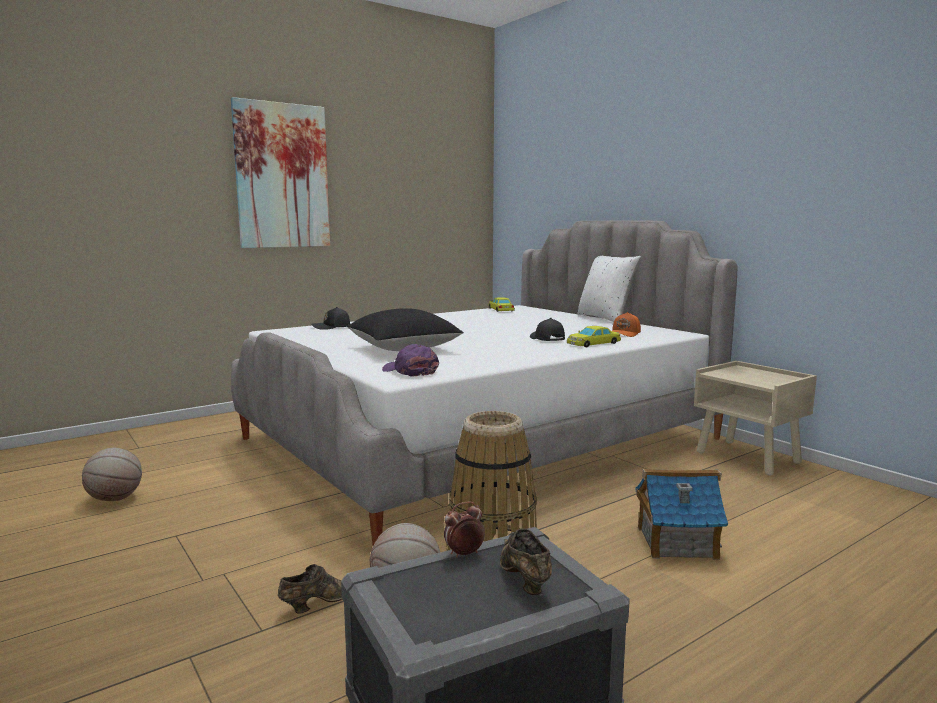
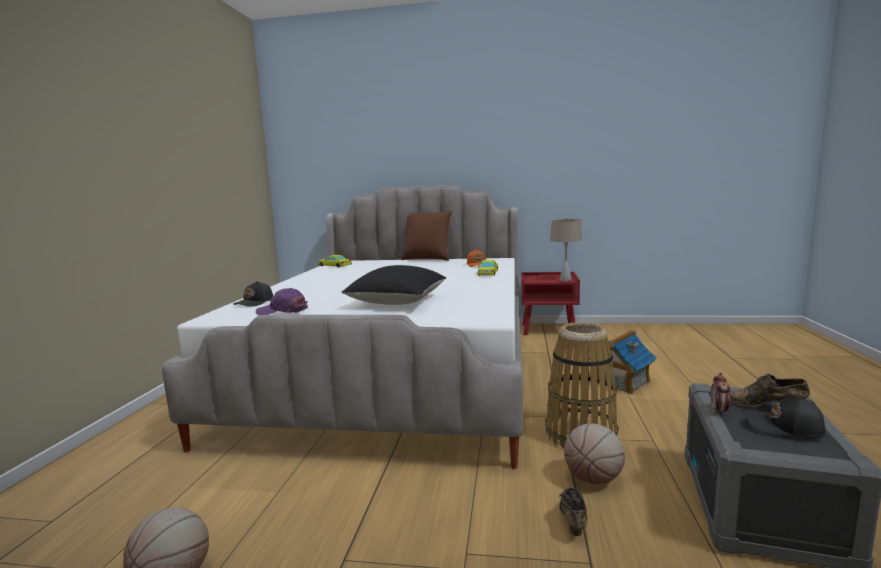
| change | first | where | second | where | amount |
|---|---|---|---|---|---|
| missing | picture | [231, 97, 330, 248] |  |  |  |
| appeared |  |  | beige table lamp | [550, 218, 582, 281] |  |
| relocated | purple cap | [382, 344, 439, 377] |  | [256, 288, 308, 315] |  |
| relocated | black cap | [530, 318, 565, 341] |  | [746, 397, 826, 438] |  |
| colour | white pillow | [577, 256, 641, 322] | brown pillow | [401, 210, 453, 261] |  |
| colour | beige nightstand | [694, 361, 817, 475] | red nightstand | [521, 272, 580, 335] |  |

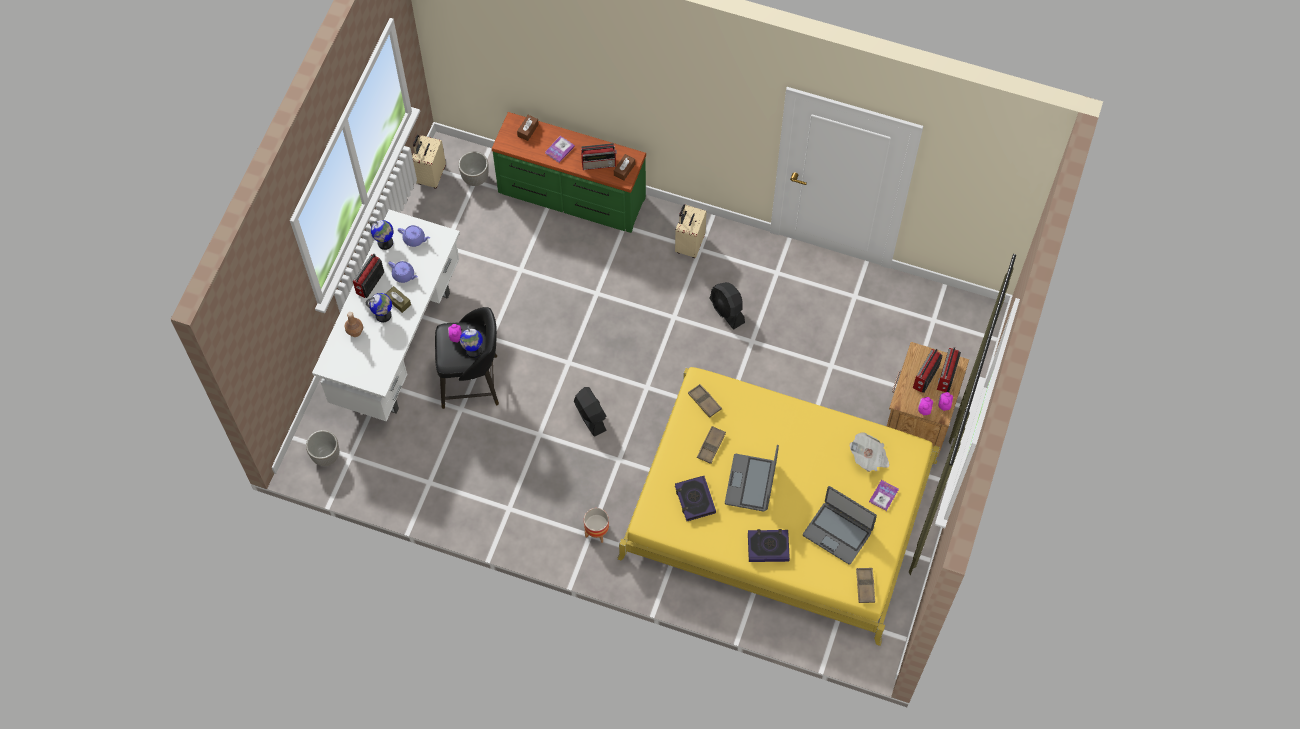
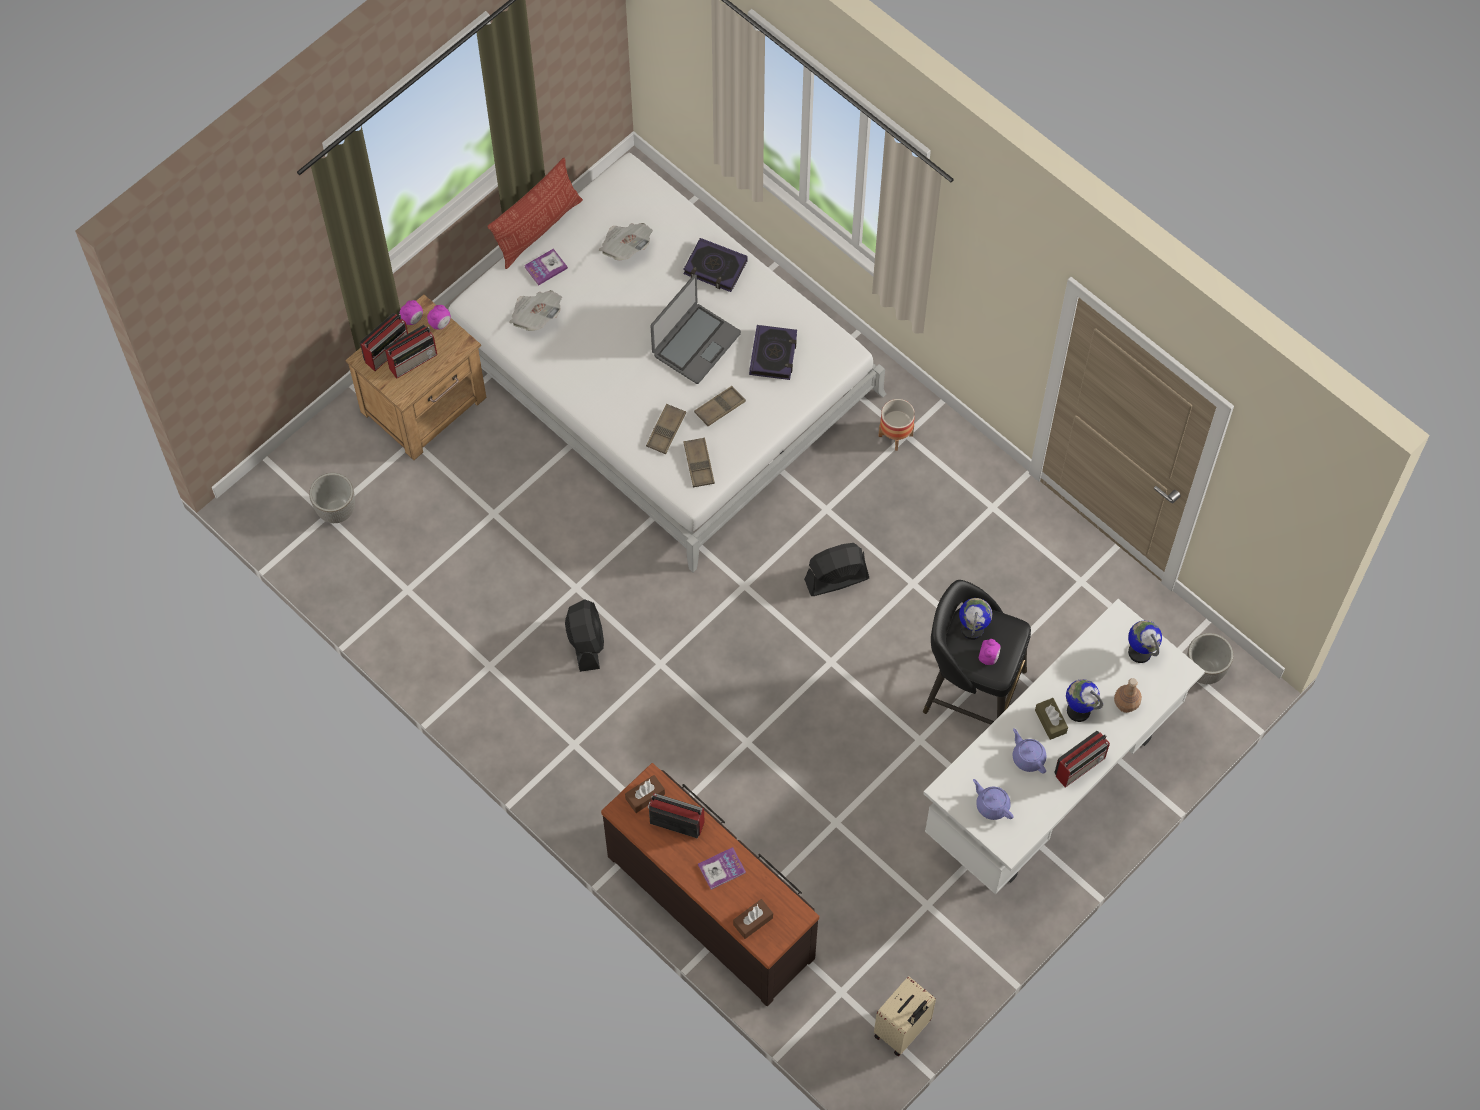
| change | first | where | second | where | amount |
|---|---|---|---|---|---|
| missing | beige suitcase | [675, 205, 707, 258] |  |  |  |
| appeared |  |  | pillow | [488, 158, 583, 269] |  |
| relocated | globe | [370, 220, 394, 250] |  | [1128, 621, 1162, 663] |  |
| relocated | planter | [458, 151, 489, 186] |  | [309, 473, 355, 523] |  |
| relocated | brown tray | [856, 568, 875, 603] |  | [646, 404, 686, 454] |  |
| exchanged | laptop | [803, 486, 877, 564] | newspaper | [599, 223, 653, 260] |  |
| colour | green dresser | [492, 112, 646, 233] | brown dresser | [601, 763, 819, 1006] |  |
| colour | yellow bed | [617, 367, 940, 646] | white bed | [448, 153, 887, 572] |  |
| spun | black fan | [574, 387, 607, 437] |  | [804, 543, 869, 596] | 75 degrees clockwise |

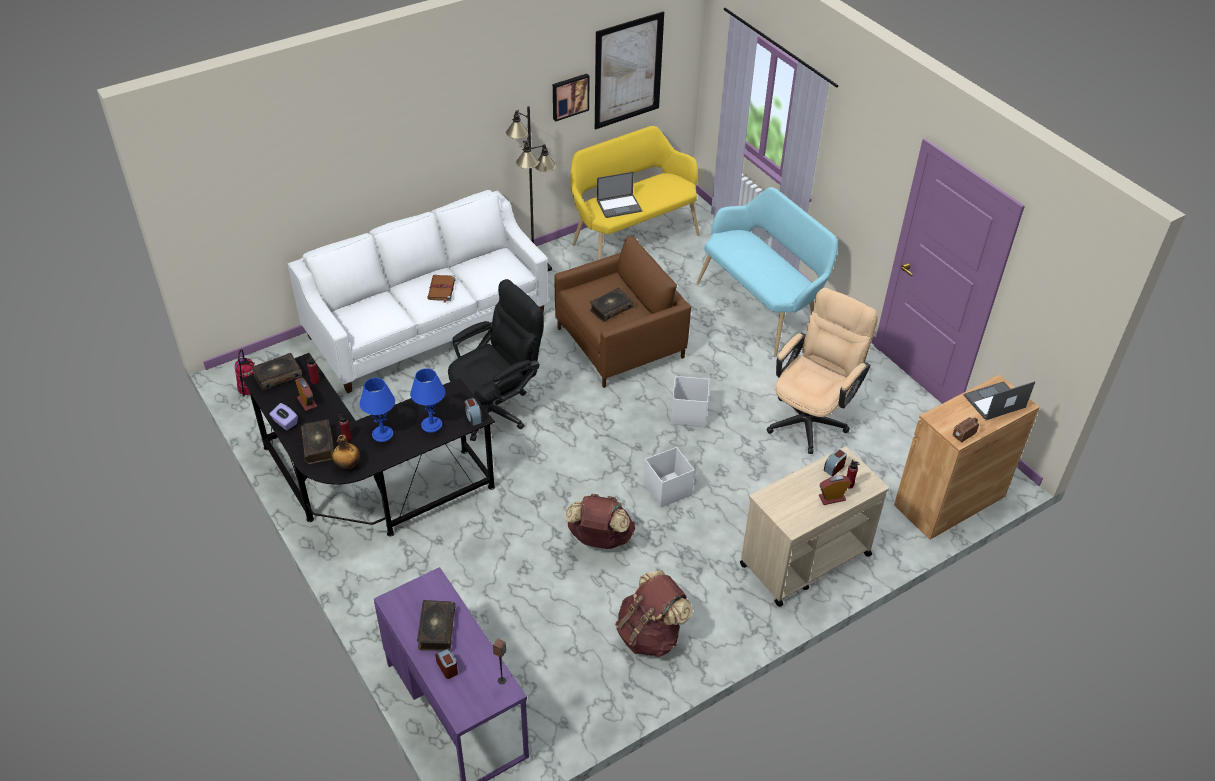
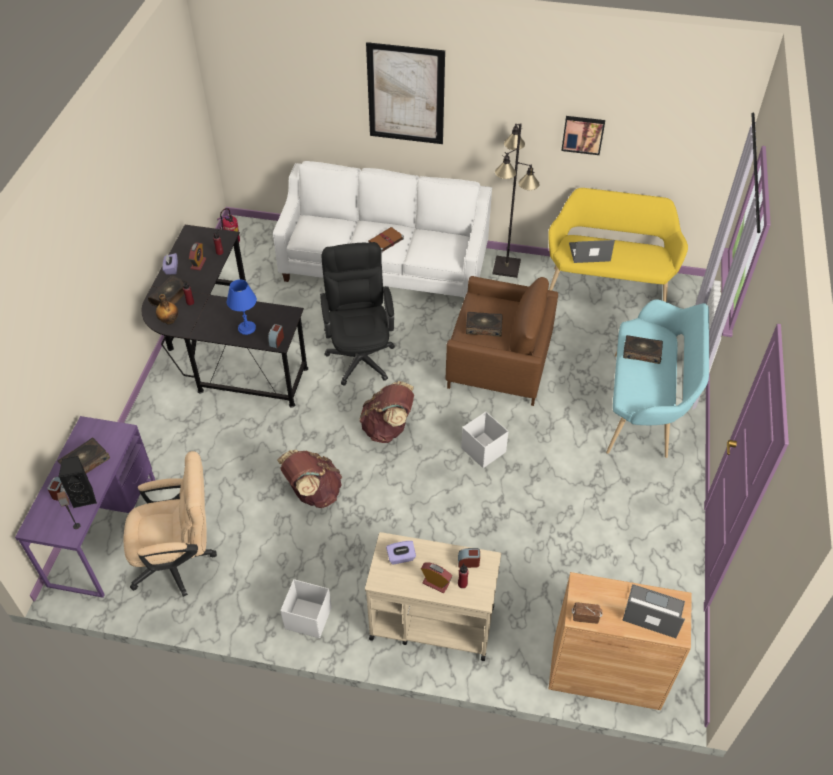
| change | first | where | second | where | amount |
|---|---|---|---|---|---|
| missing | blue table lamp | [360, 378, 395, 442] |  |  |  |
| appeared |  |  | black speaker | [58, 456, 97, 508] |  |
| appeared |  |  | purple tissue box | [386, 541, 416, 565] |  |
| relocated | book | [252, 353, 302, 390] |  | [623, 335, 663, 364] |  |
| relocated | picture | [595, 11, 664, 130] |  | [366, 42, 445, 144] |  |
| relocated | brown backpack | [615, 570, 693, 657] |  | [359, 381, 414, 443] |  |
| relocated | white storage box | [644, 447, 695, 508] |  | [280, 579, 332, 639] |  |
| relocated | beige office chair | [766, 288, 878, 454] |  | [124, 451, 217, 597] |  |
| spun | black office chair | [448, 279, 544, 441] |  | [320, 242, 395, 386] | 105 degrees counterclockwise |
| spun | laptop | [597, 172, 642, 218] |  | [569, 240, 615, 263] | 150 degrees clockwise |

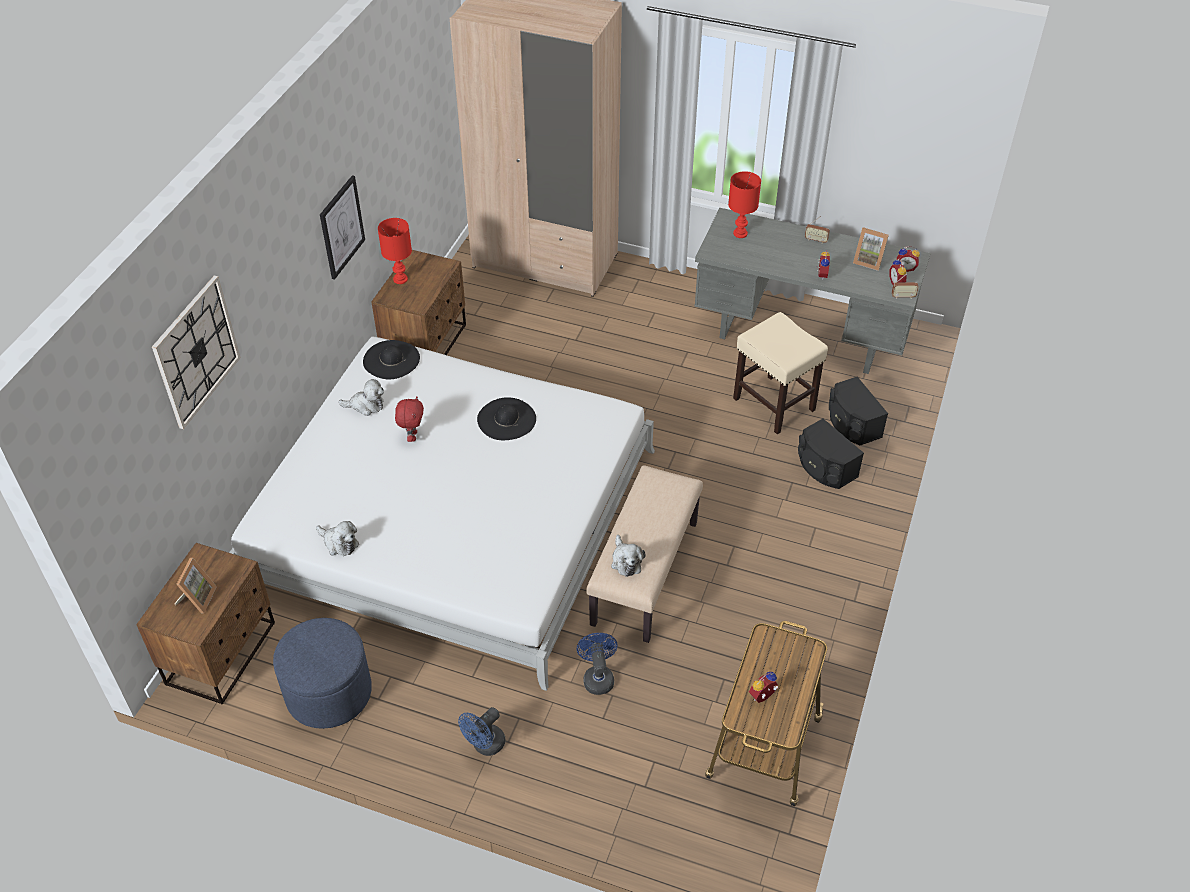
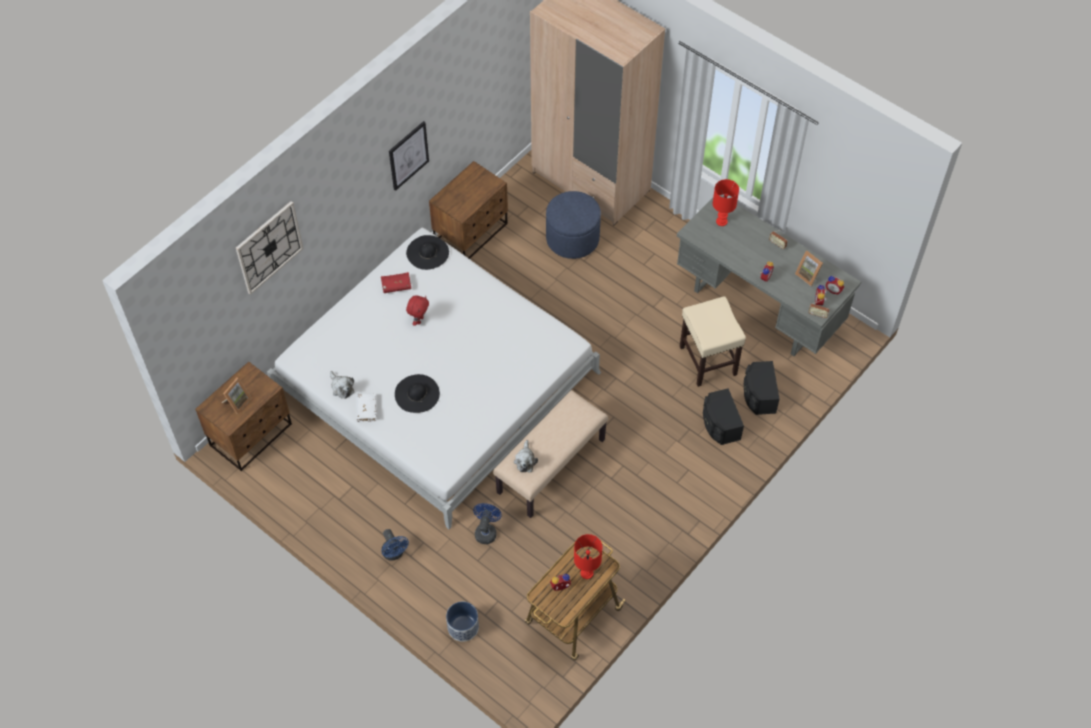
| change | first | where | second | where | amount |
|---|---|---|---|---|---|
| appeared |  |  | white book | [356, 393, 377, 422] |  |
| appeared |  |  | planter | [446, 601, 479, 642] |  |
| relocated | blue ottoman | [273, 618, 372, 729] |  | [546, 191, 601, 259] |  |
| relocated | red table lamp | [378, 218, 412, 284] |  | [574, 534, 602, 579] |  |
| relocated | black hat | [477, 397, 536, 440] |  | [395, 374, 440, 413] |  |
| exchanged | plush toy | [338, 379, 384, 416] | red book | [381, 272, 411, 293] |  |
| spun | blue fan | [458, 707, 506, 756] |  | [381, 529, 409, 561] | 90 degrees counterclockwise |

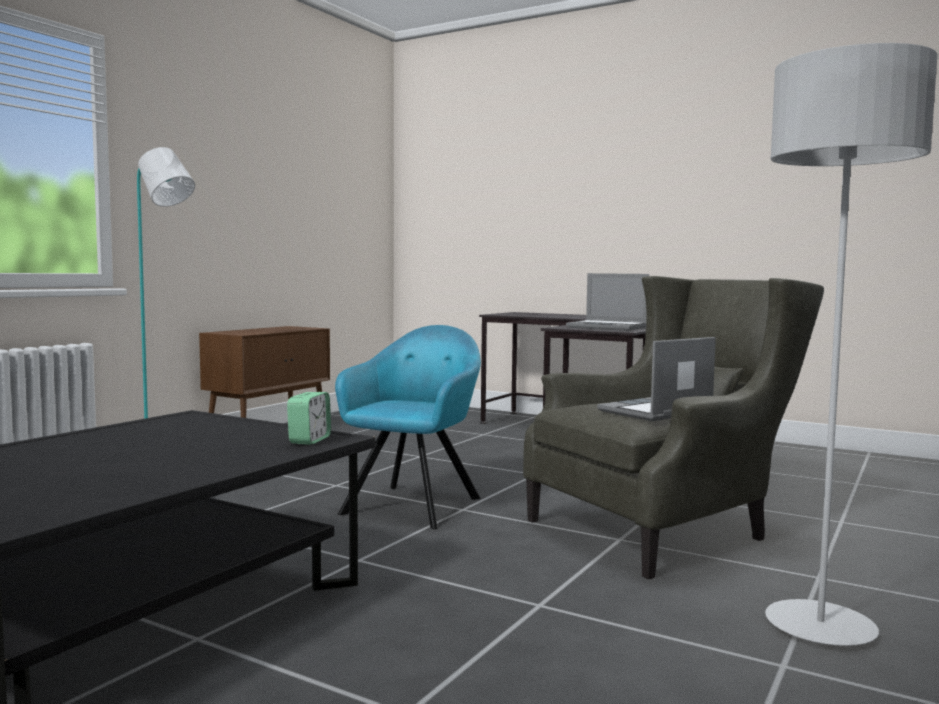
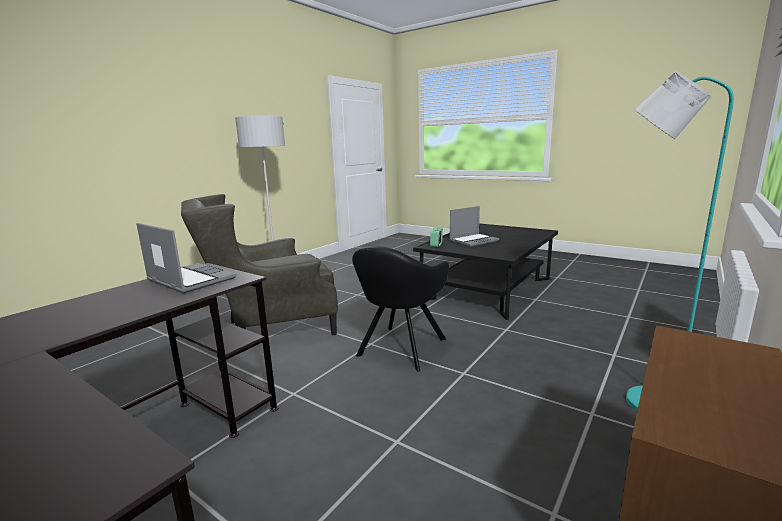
| change | first | where | second | where | amount |
|---|---|---|---|---|---|
| relocated | laptop | [597, 337, 716, 421] |  | [450, 206, 499, 247] |  |
| colour | turquoise armchair | [335, 325, 481, 529] | black armchair | [352, 246, 449, 371] |  |

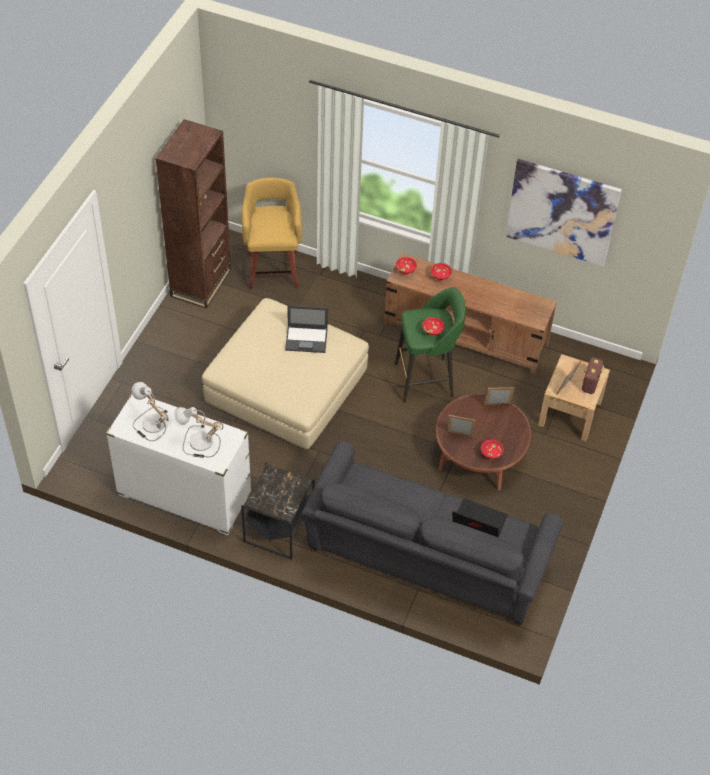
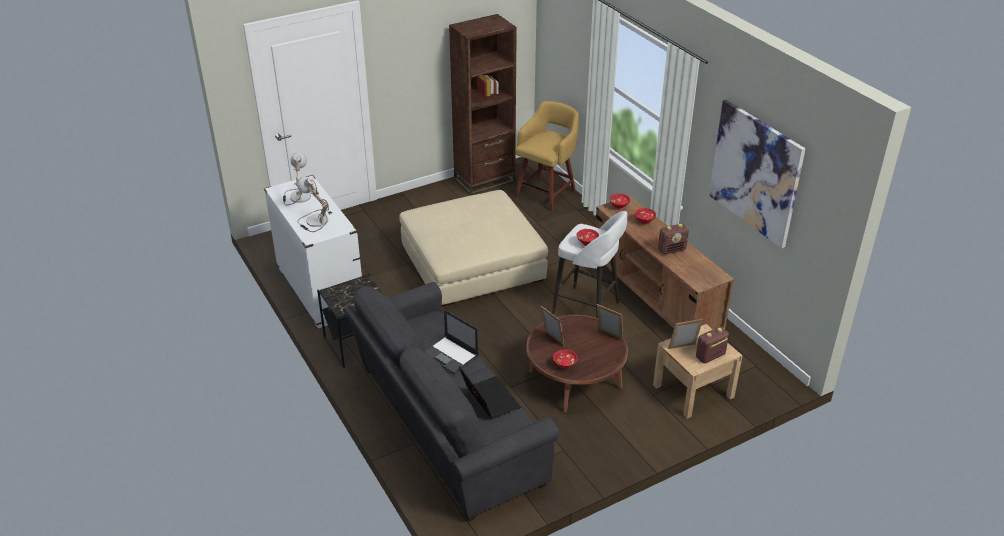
| change | first | where | second | where | amount |
|---|---|---|---|---|---|
| appeared |  |  | radio | [658, 223, 689, 255] |  |
| relocated | laptop | [285, 306, 328, 353] |  | [425, 309, 479, 374] |  |
| colour | green stool | [395, 287, 465, 403] | white stool | [552, 211, 627, 318] |  |

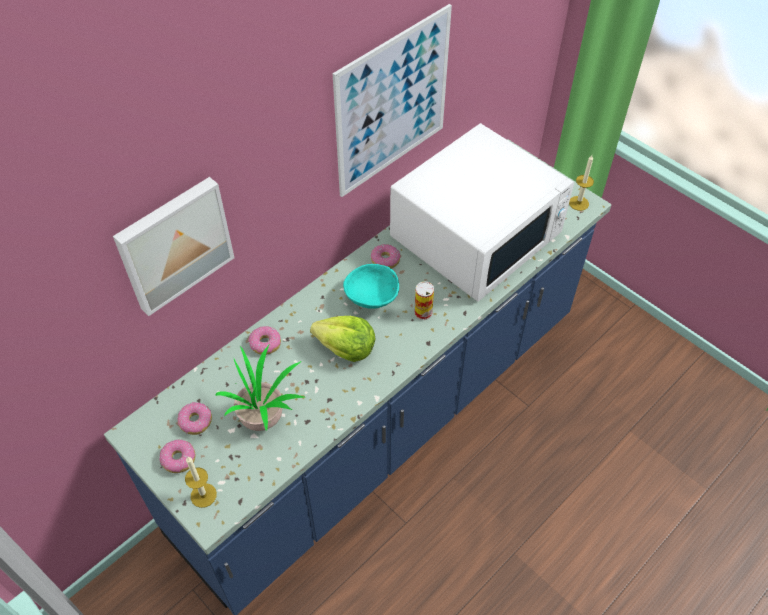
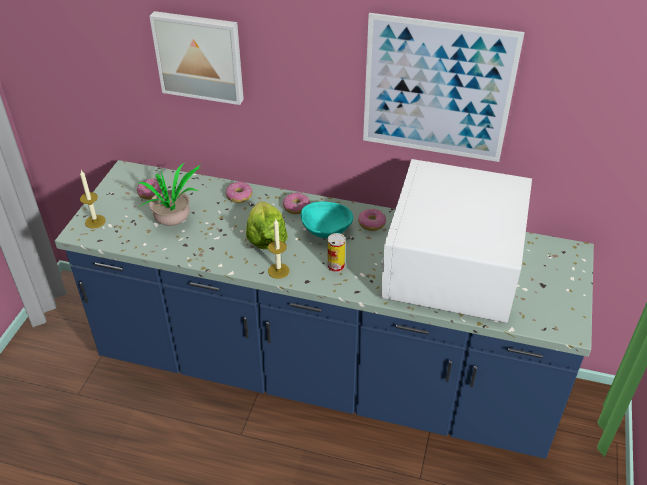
| change | first | where | second | where | amount |
|---|---|---|---|---|---|
| relocated | donut | [159, 440, 195, 473] |  | [283, 192, 310, 214] |  |
| relocated | candle | [569, 155, 594, 211] |  | [268, 219, 289, 279] |  |
| spun | white microwave | [390, 123, 574, 302] |  | [381, 159, 532, 323] | 90 degrees clockwise |

